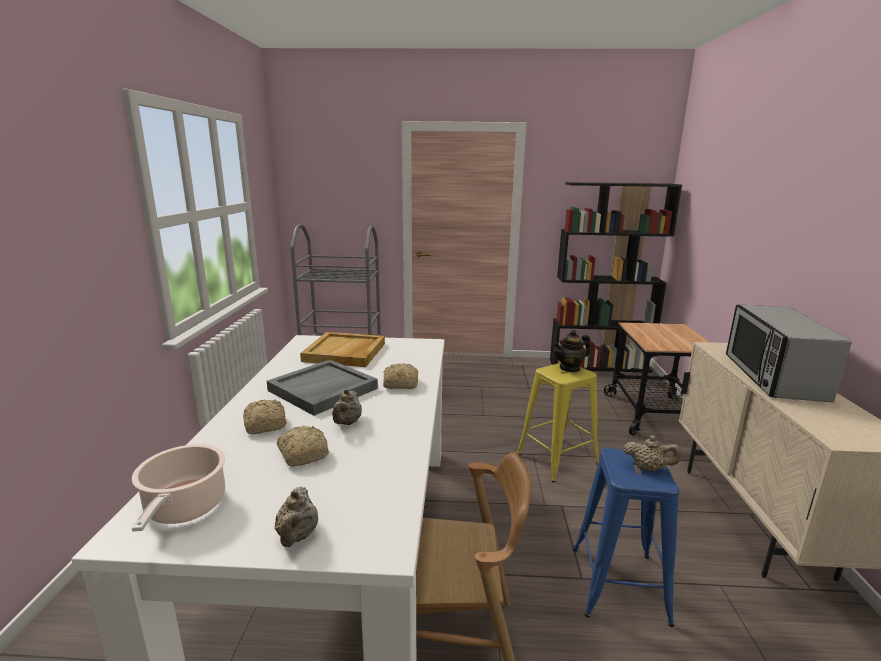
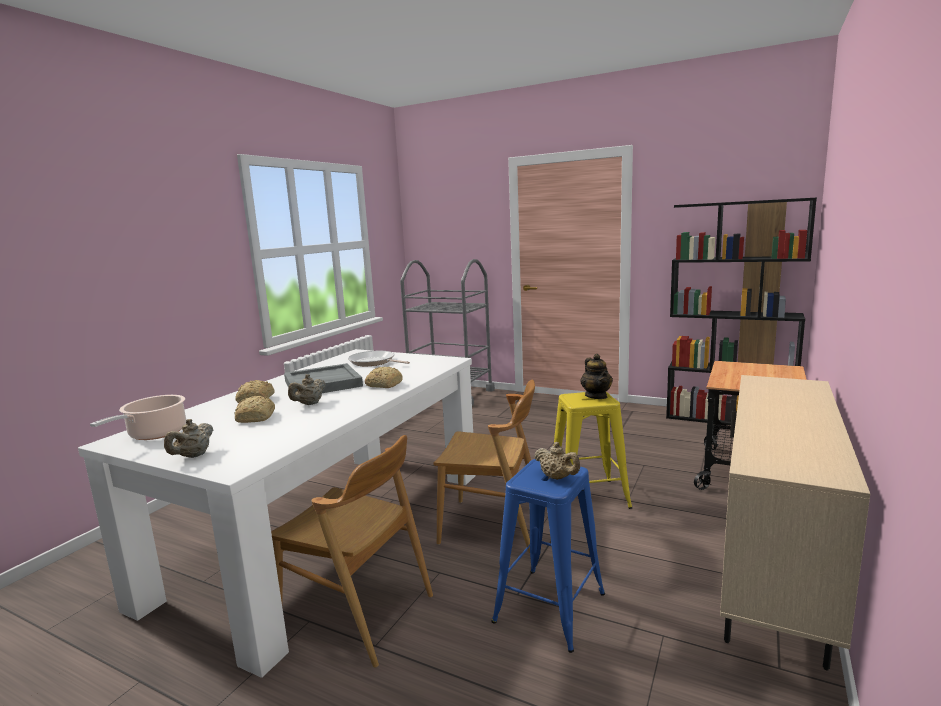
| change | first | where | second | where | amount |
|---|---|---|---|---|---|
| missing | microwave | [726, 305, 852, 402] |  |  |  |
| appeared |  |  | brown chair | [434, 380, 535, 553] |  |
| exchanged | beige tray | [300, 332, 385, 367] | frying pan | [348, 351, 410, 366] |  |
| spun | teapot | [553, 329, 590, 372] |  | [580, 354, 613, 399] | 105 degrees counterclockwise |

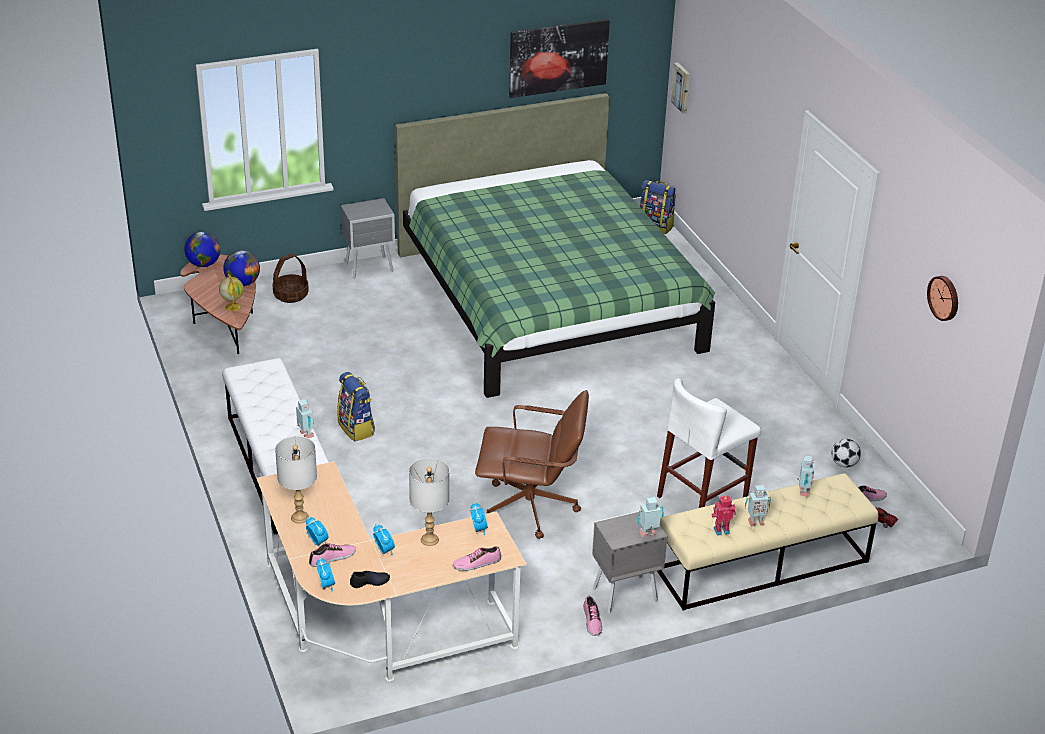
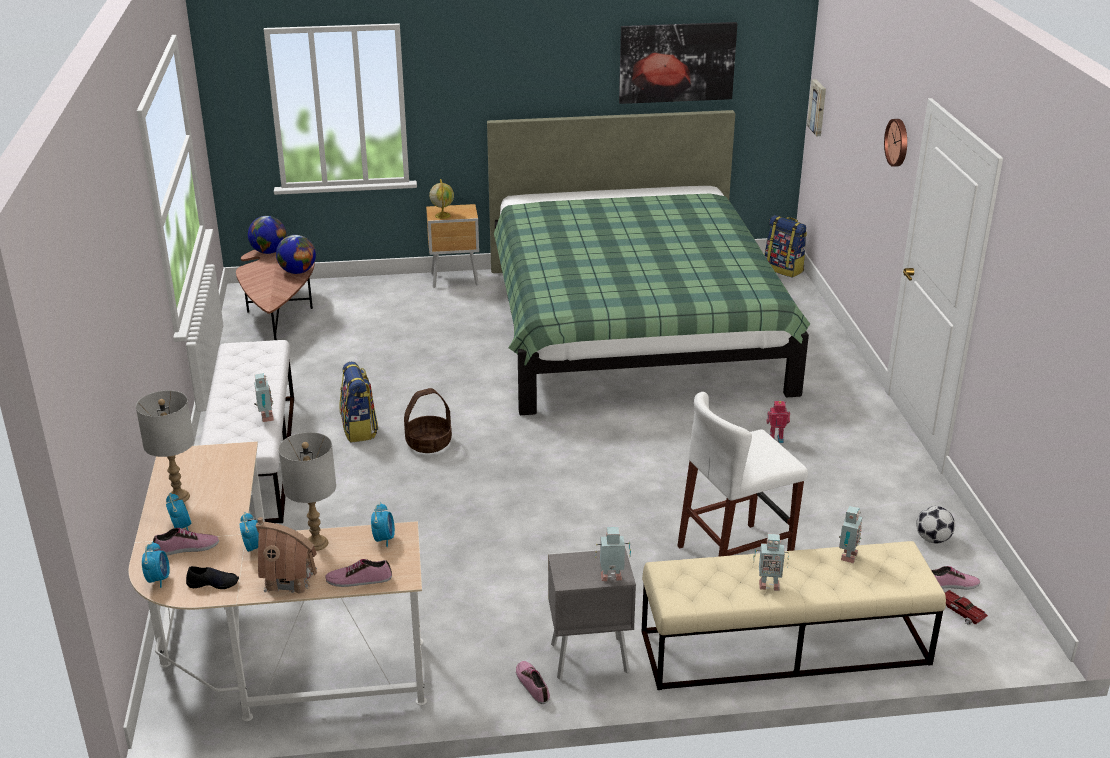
| change | first | where | second | where | amount |
|---|---|---|---|---|---|
| missing | brown office chair | [475, 390, 589, 539] |  |  |  |
| appeared |  |  | toy house | [256, 517, 317, 593] |  |
| relocated | globe | [219, 274, 243, 311] |  | [429, 179, 454, 219] |  |
| relocated | basket | [272, 253, 309, 303] |  | [404, 388, 452, 453] |  |
| relocated | toy robot | [712, 496, 736, 536] |  | [767, 401, 790, 443] |  |
| relocated | wall clock | [927, 276, 958, 321] |  | [884, 119, 907, 167] |  |
| colour | grey nightstand | [340, 198, 395, 279] | brown nightstand | [426, 204, 479, 288] |  |
| spun | shoe | [583, 596, 602, 636] |  | [516, 661, 550, 704] | 150 degrees clockwise |

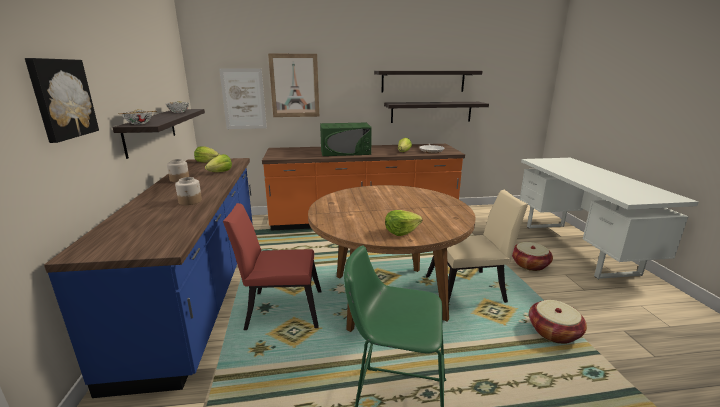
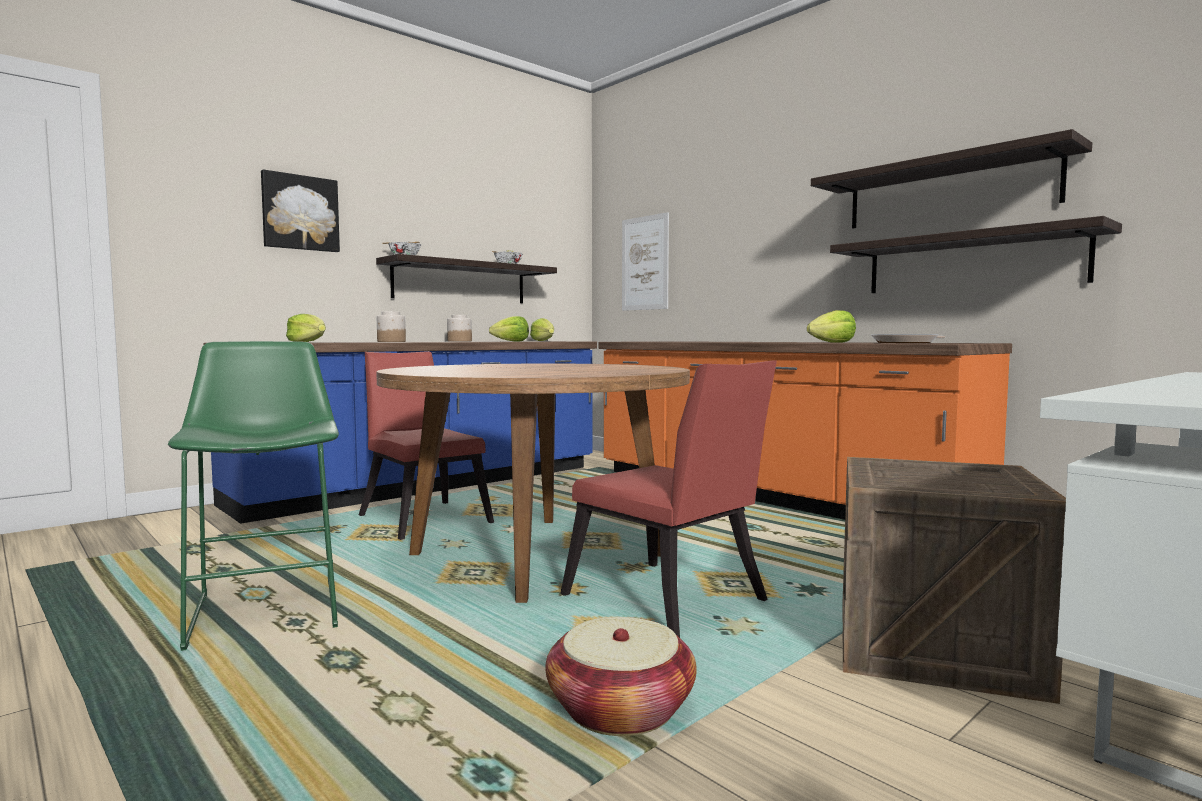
| change | first | where | second | where | amount |
|---|---|---|---|---|---|
| missing | picture | [268, 54, 319, 117] |  |  |  |
| missing | green microwave | [320, 123, 372, 156] |  |  |  |
| relocated | lettuce | [385, 210, 422, 236] |  | [286, 314, 326, 342] |  |
| exchanged | basket | [512, 242, 553, 271] | crate | [843, 457, 1066, 704] |  |
| colour | beige chair | [426, 190, 528, 303] | red chair | [560, 360, 777, 638] |  |

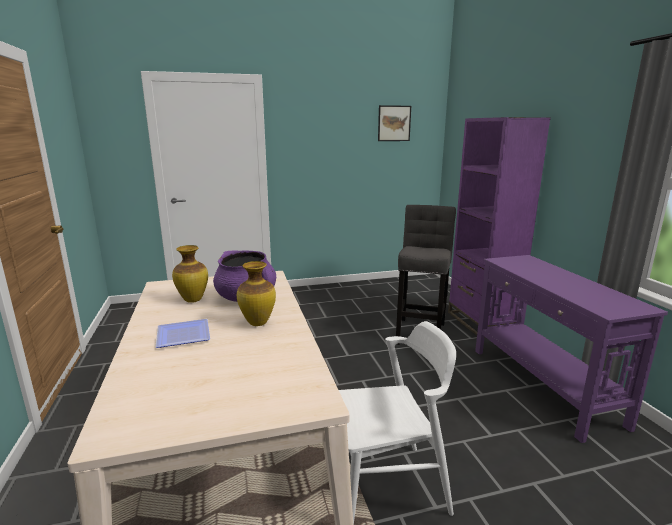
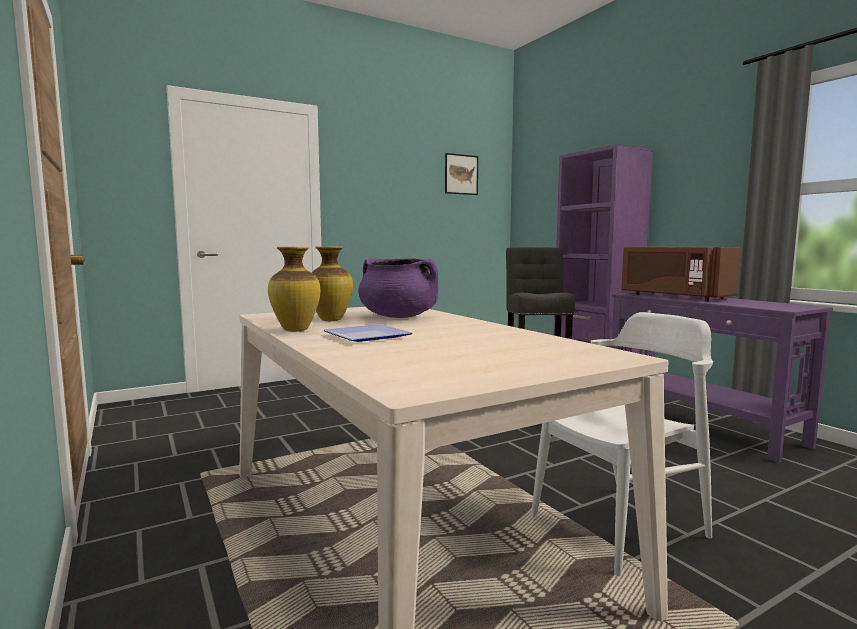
| change | first | where | second | where | amount |
|---|---|---|---|---|---|
| appeared |  |  | brown microwave | [621, 247, 741, 301] |  |
| relocated | vase | [237, 261, 276, 326] |  | [268, 247, 320, 332] |  |

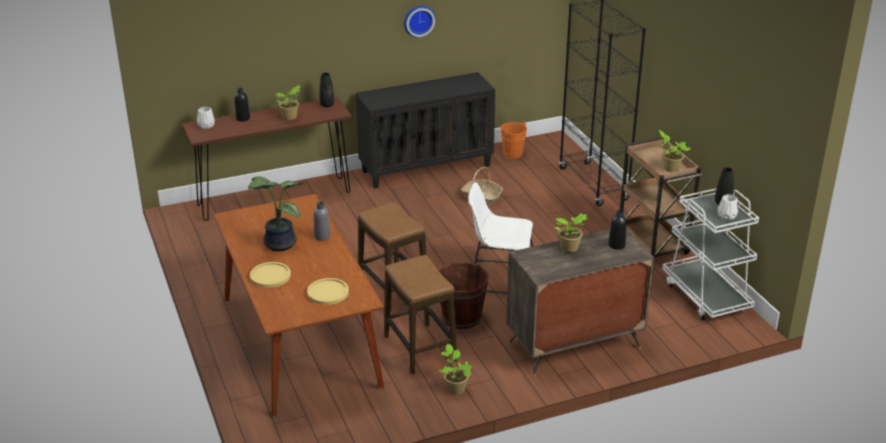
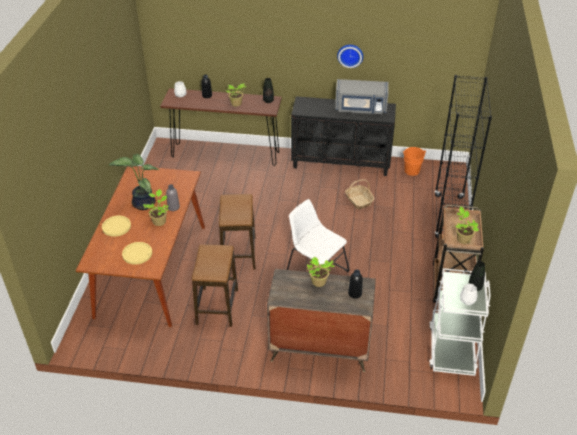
| change | first | where | second | where | amount |
|---|---|---|---|---|---|
| missing | brown bucket | [439, 262, 489, 329] |  |  |  |
| appeared |  |  | grey microwave | [335, 79, 389, 114] |  |
| relocated | potted plant | [439, 344, 472, 395] |  | [143, 189, 168, 226] |  |

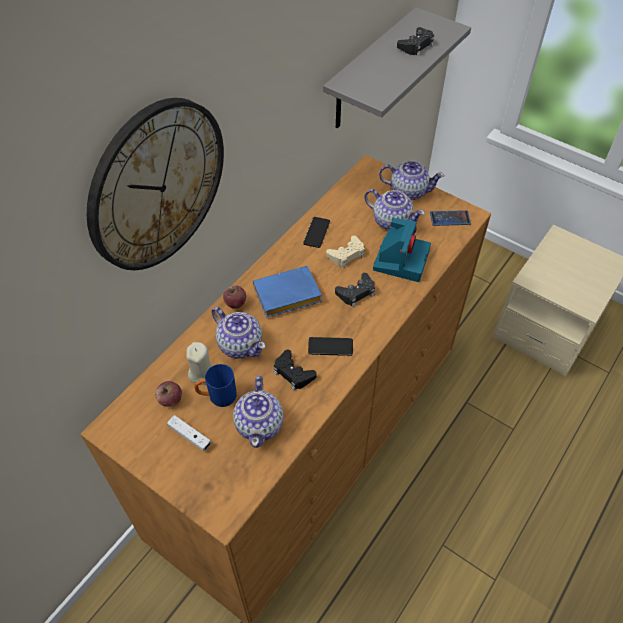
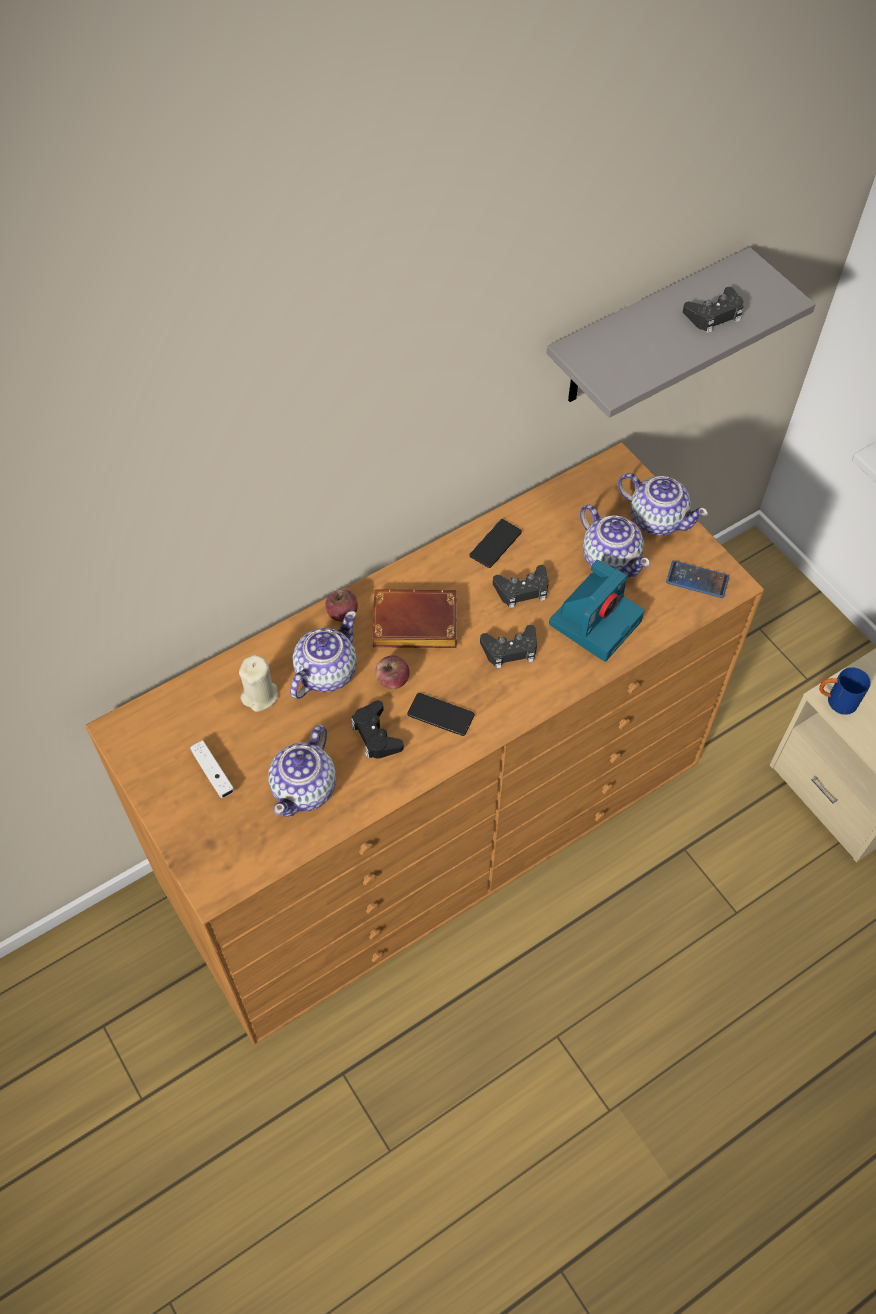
| change | first | where | second | where | amount |
|---|---|---|---|---|---|
| missing | wall clock | [87, 98, 224, 270] |  |  |  |
| relocated | apple | [155, 381, 182, 407] |  | [375, 656, 410, 689] |  |
| relocated | blue mug | [194, 364, 237, 407] |  | [819, 667, 871, 715] |  |
| colour | blue book | [253, 266, 322, 318] | brown book | [372, 589, 457, 648] |  |
| colour | beige game controller | [326, 236, 364, 268] | black game controller | [493, 565, 549, 608] |  |
| spun | teapot | [211, 307, 266, 358] |  | [290, 611, 357, 699] | 120 degrees counterclockwise |

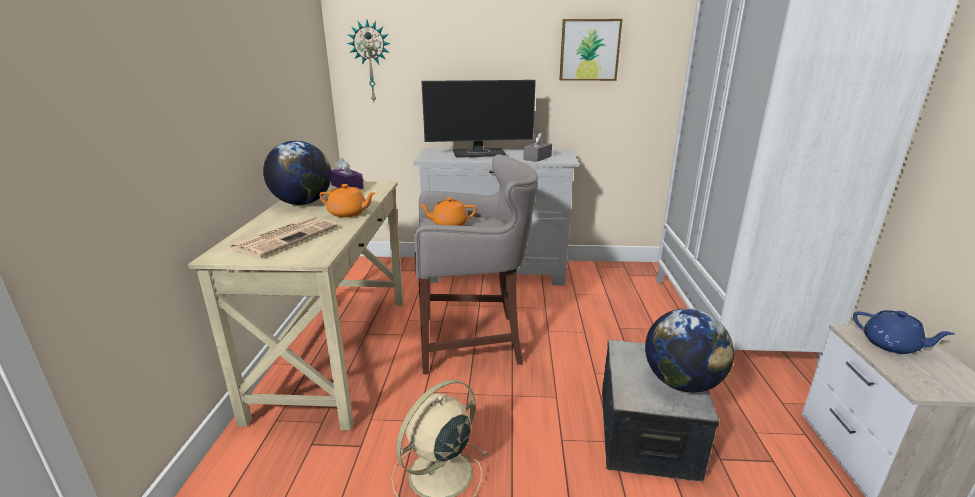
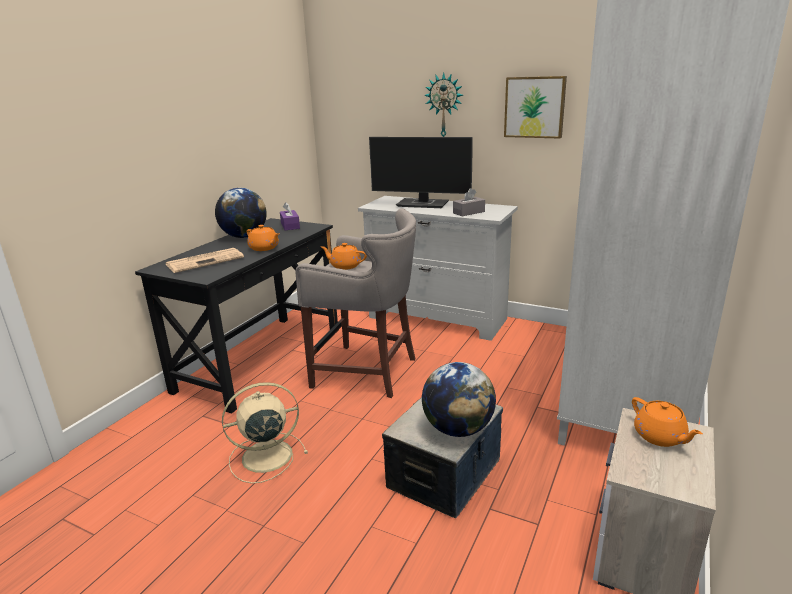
| change | first | where | second | where | amount |
|---|---|---|---|---|---|
| relocated | wall clock | [347, 20, 391, 101] |  | [424, 72, 463, 137] |  |
| colour | beige desk | [188, 181, 404, 430] | black desk | [135, 218, 338, 413] |  |
| colour | blue teapot | [853, 310, 955, 354] | orange teapot | [632, 397, 703, 447] |  |

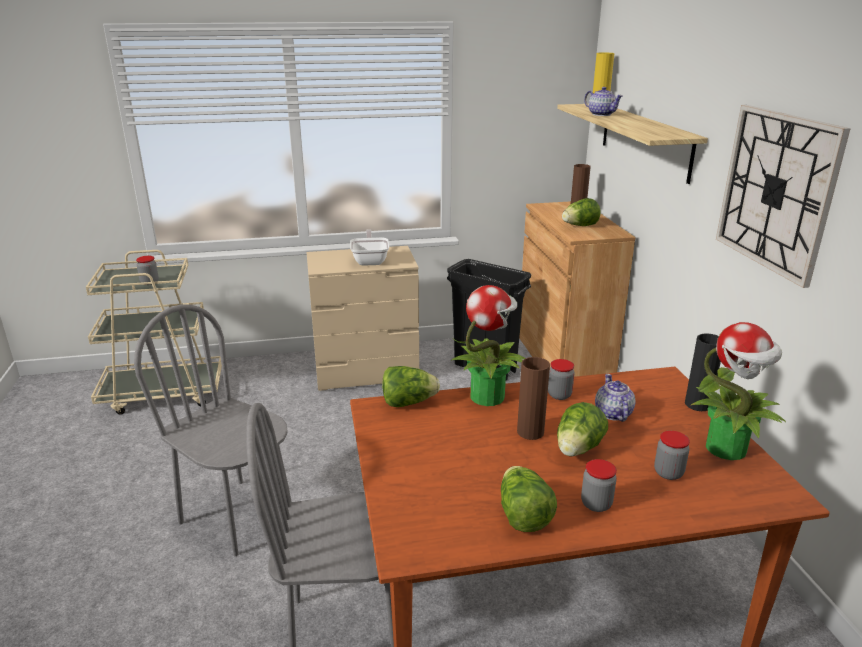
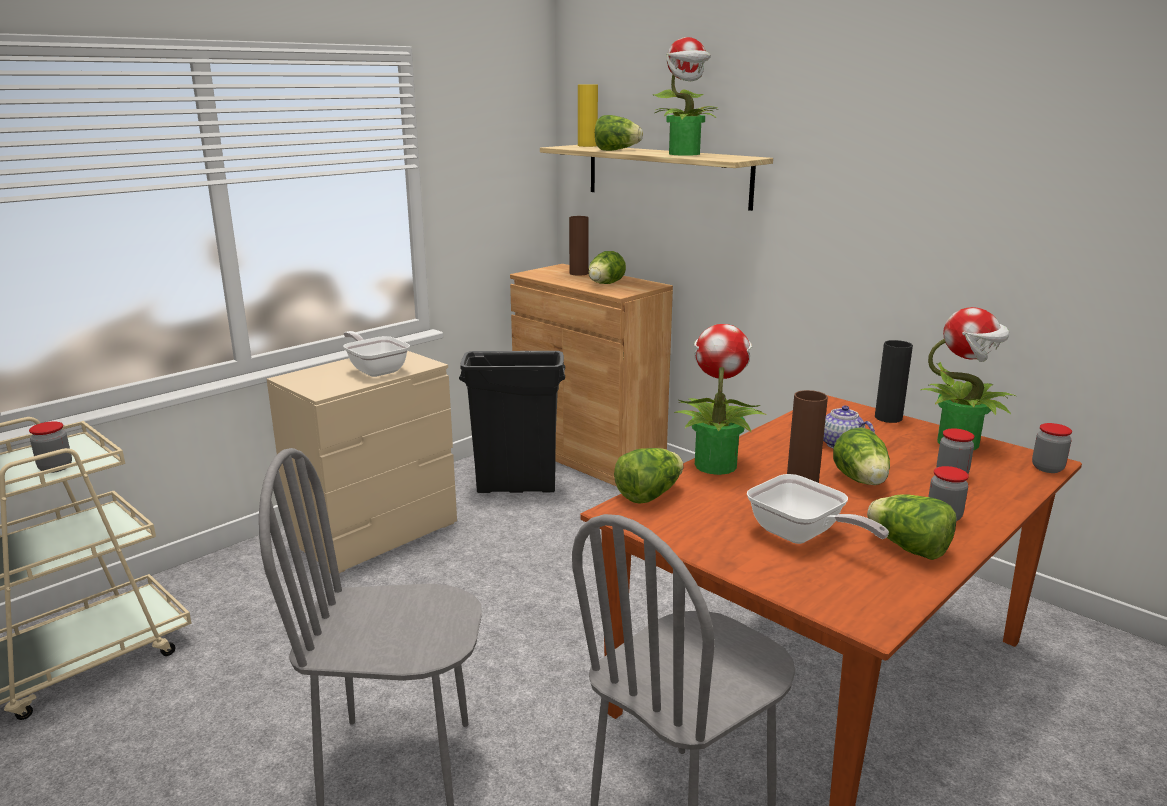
| change | first | where | second | where | amount |
|---|---|---|---|---|---|
| missing | wall clock | [716, 105, 851, 288] |  |  |  |
| appeared |  |  | potted plant | [652, 37, 719, 156] |  |
| appeared |  |  | frying pan | [747, 474, 889, 544] |  |
| relocated | jar | [548, 359, 575, 400] |  | [1032, 423, 1072, 473] |  |
| exchanged | teapot | [584, 87, 623, 116] | lettuce | [595, 115, 643, 151] |  |

